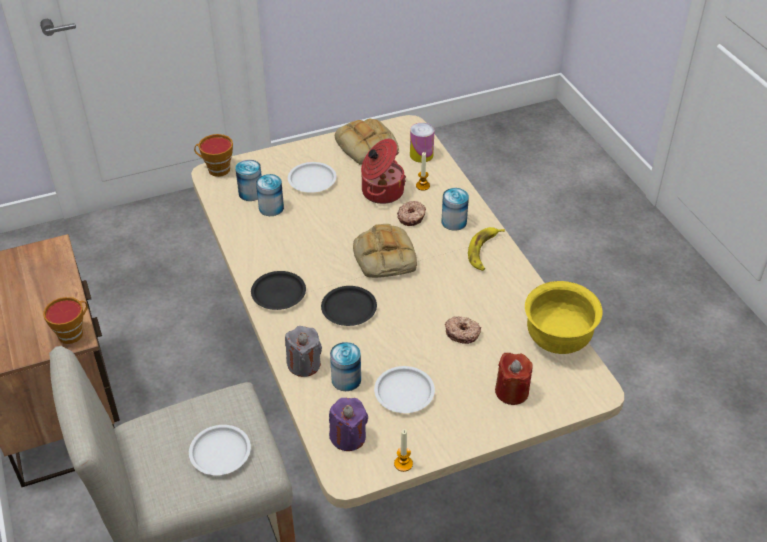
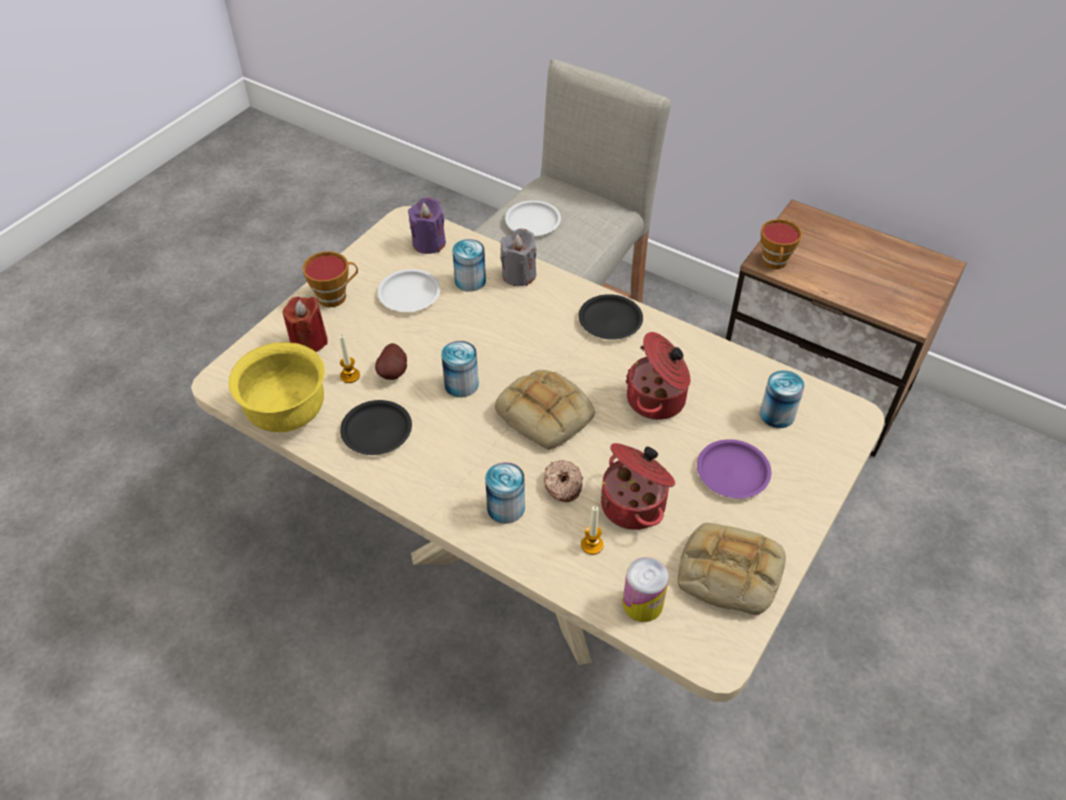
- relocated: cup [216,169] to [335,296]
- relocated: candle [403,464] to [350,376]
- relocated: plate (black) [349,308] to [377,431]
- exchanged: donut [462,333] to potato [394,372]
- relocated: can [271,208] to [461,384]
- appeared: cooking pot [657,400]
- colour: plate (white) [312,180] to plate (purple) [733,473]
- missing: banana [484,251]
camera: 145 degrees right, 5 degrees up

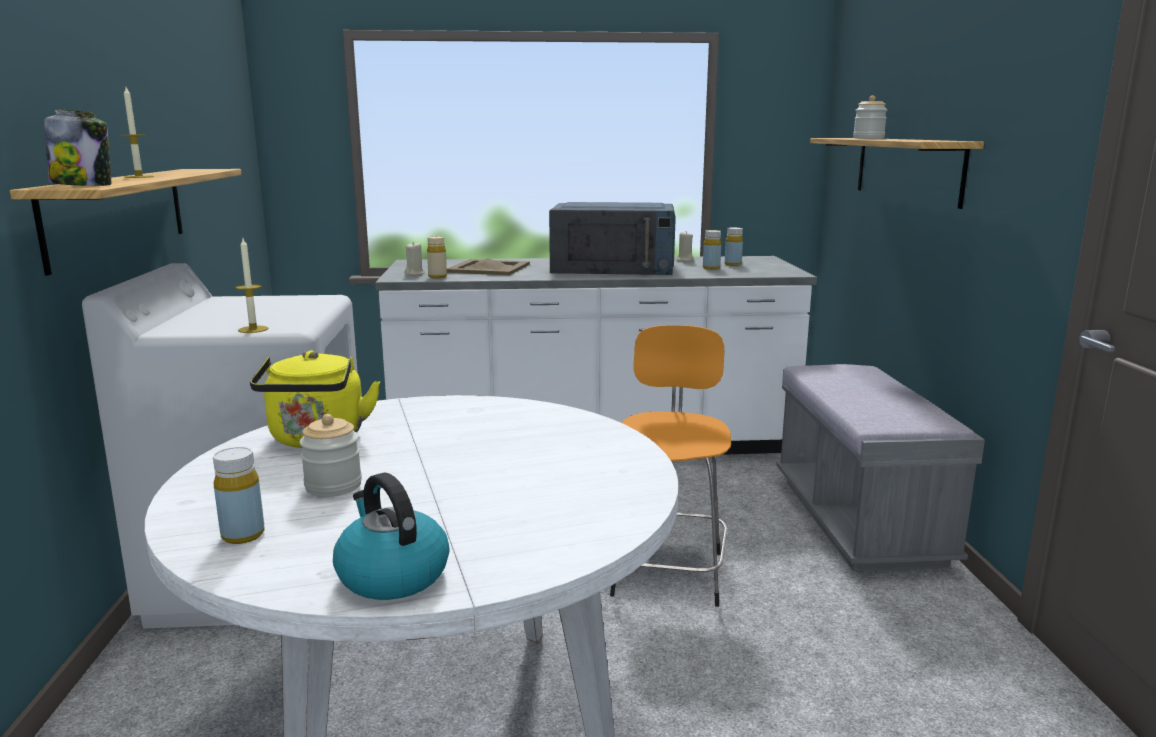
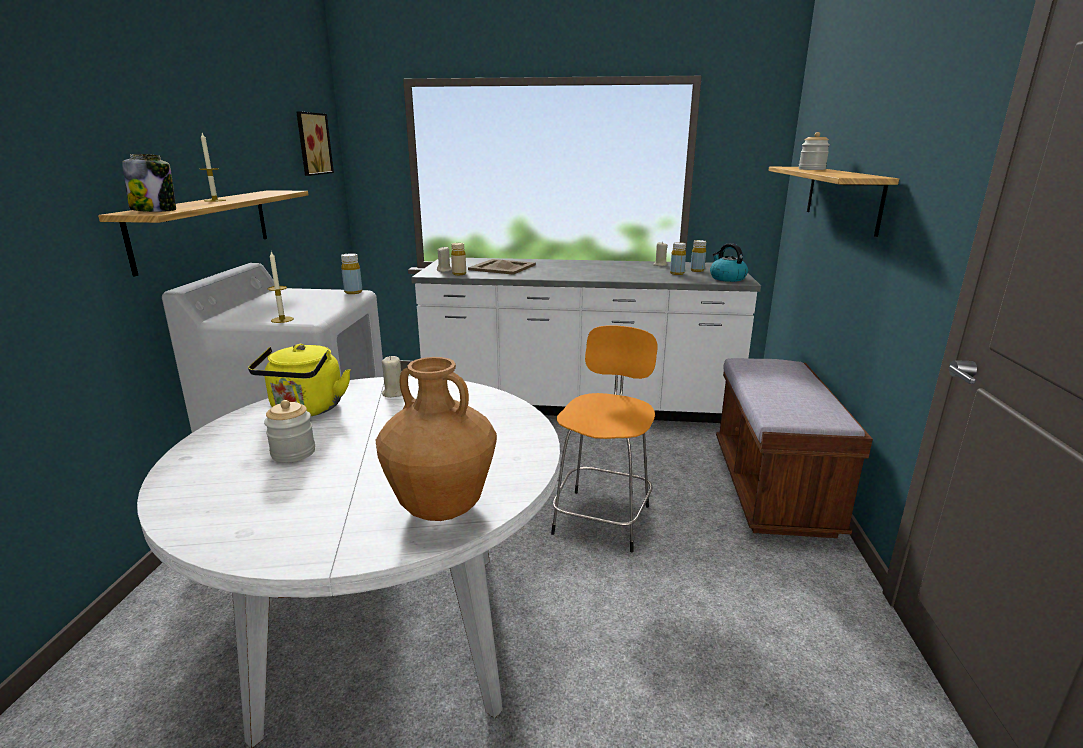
- appeared: picture [312,144]
- relocated: bottle (yellow) [243,535] to [353,292]
- appeared: vase (brown) [442,509]
- appeared: candle (beige) [393,393]
- relocated: kettle [391,575] to [727,278]
- colour: bench (grey) [859,521] to bench (brown) [772,488]
- missing: microwave (blue) [614,267]
camera: 10 degrees right, 5 degrees up

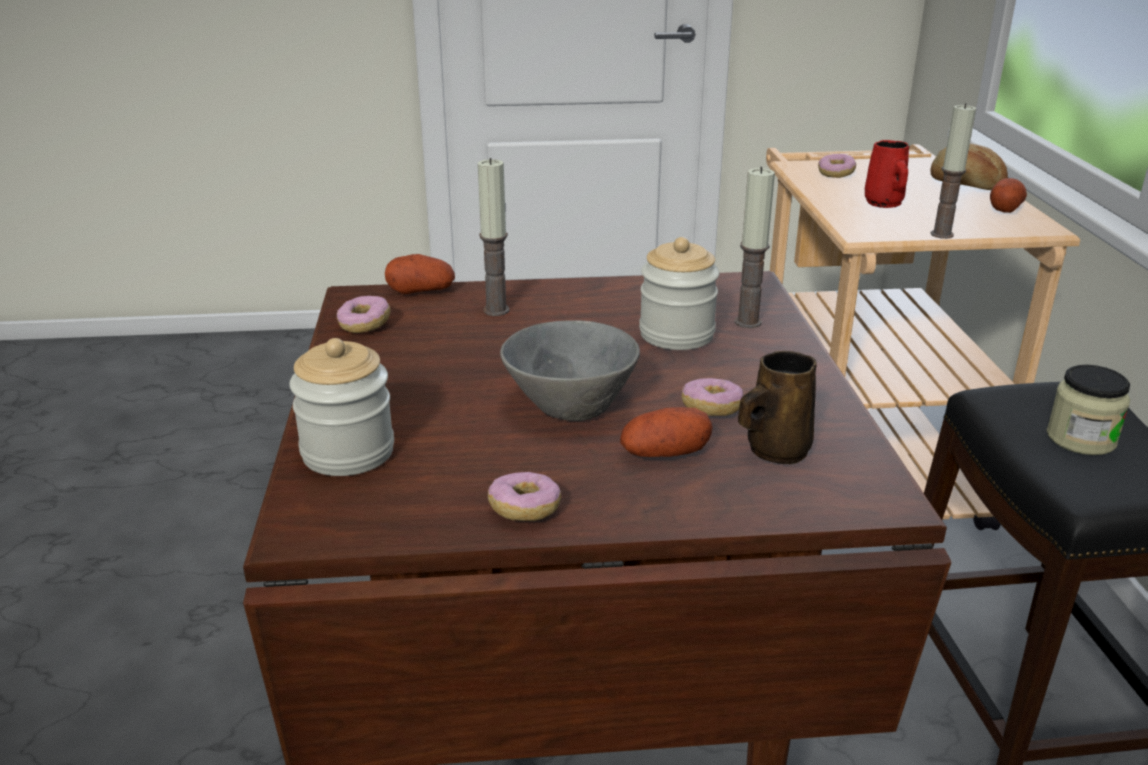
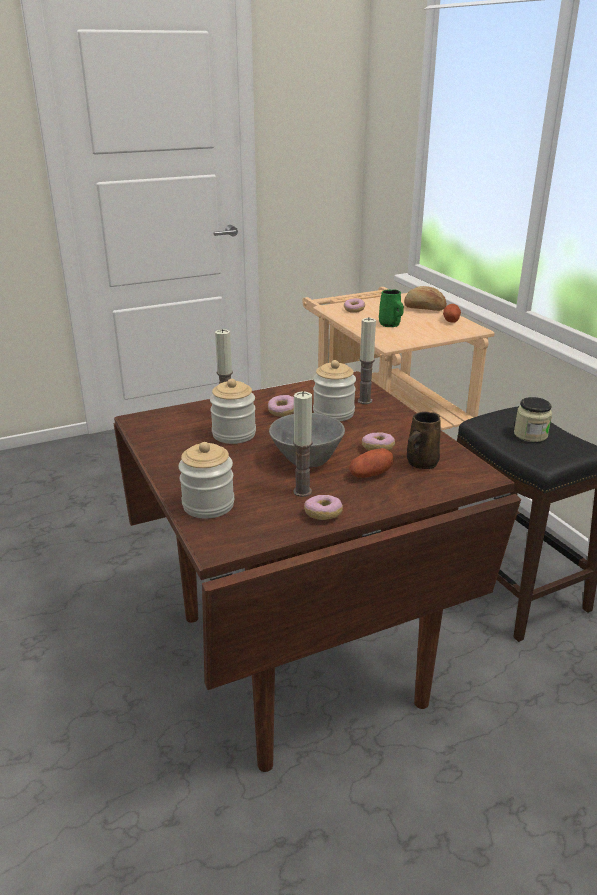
- appeared: jar [234,434]
- relocated: donut [364,325] to [282,411]
- relocated: candle [941,234] to [302,491]
- colour: mug (red) [884,204] to mug (green) [390,325]
- missing: potato [421,291]
camera: 20 degrees left, 0 degrees up

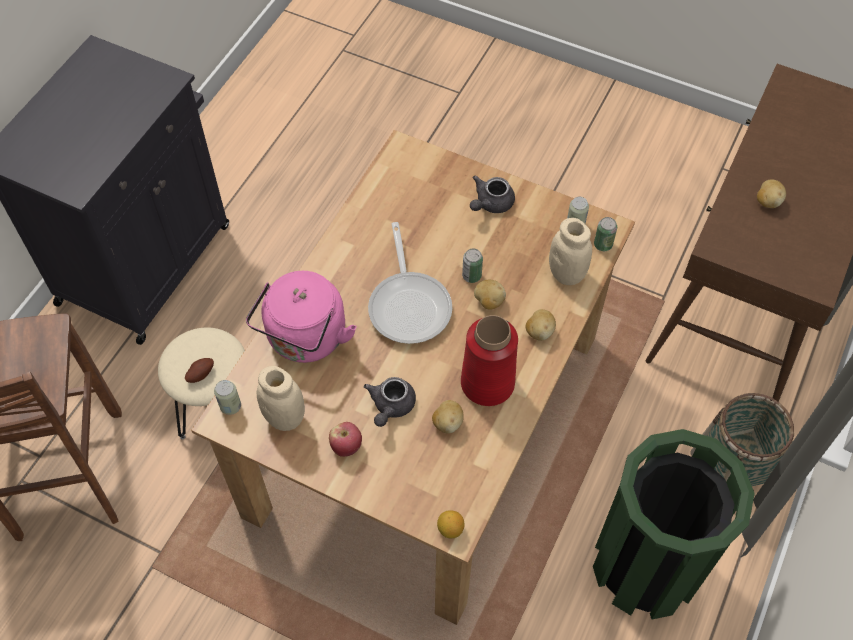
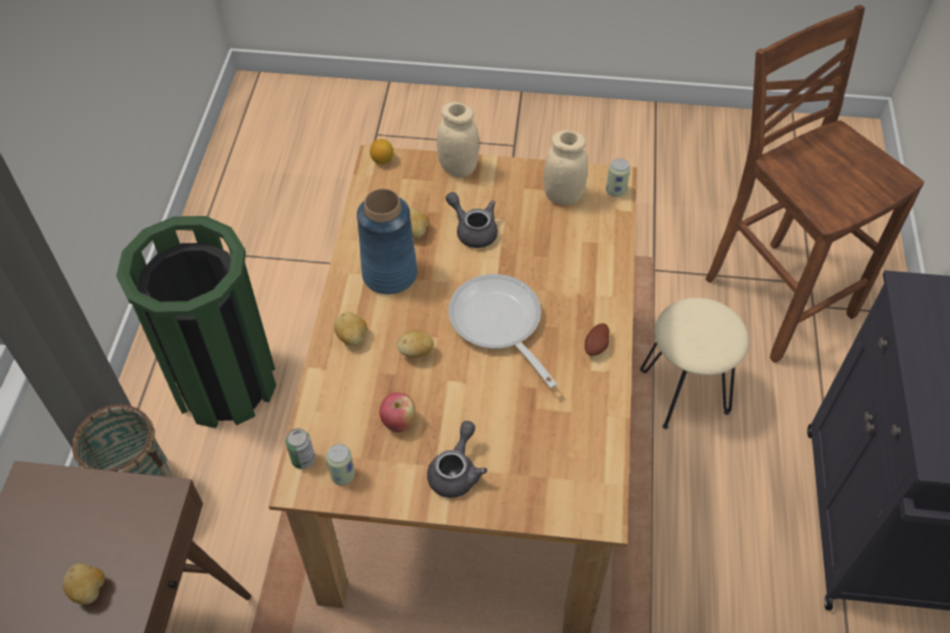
- colour: vase (red) [487,383] to vase (blue) [390,274]
- relocated: apple [346,446] to [398,422]
- relocated: jar (beige) [566,274] to [458,168]
- spun: teapot (grey) [391,406] = [473,230] 45 degrees counterclockwise
- relocated: potato [200,374] to [596,346]
- missing: kettle (pink) [305,340]
- missing: can [471,276]
camera: 160 degrees right, 5 degrees down

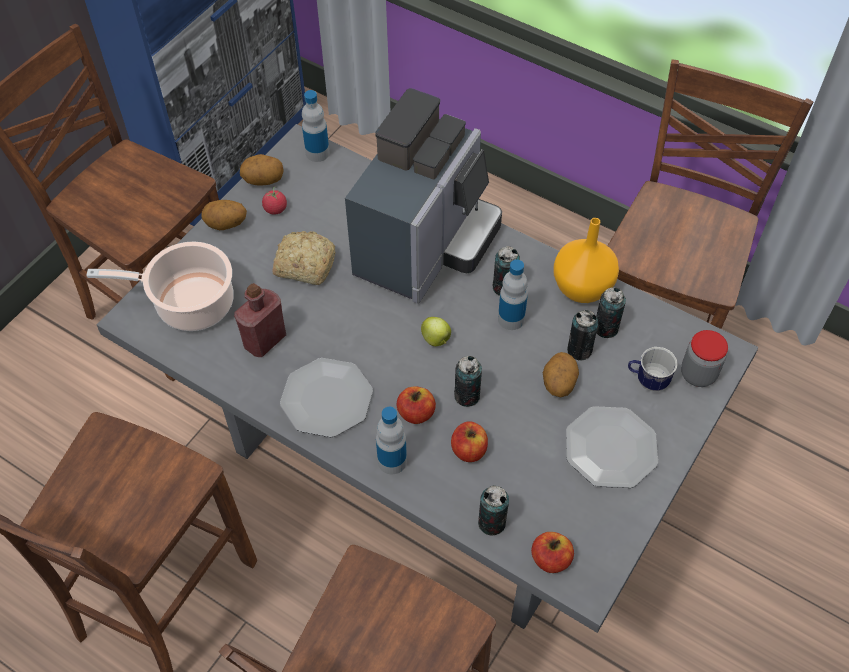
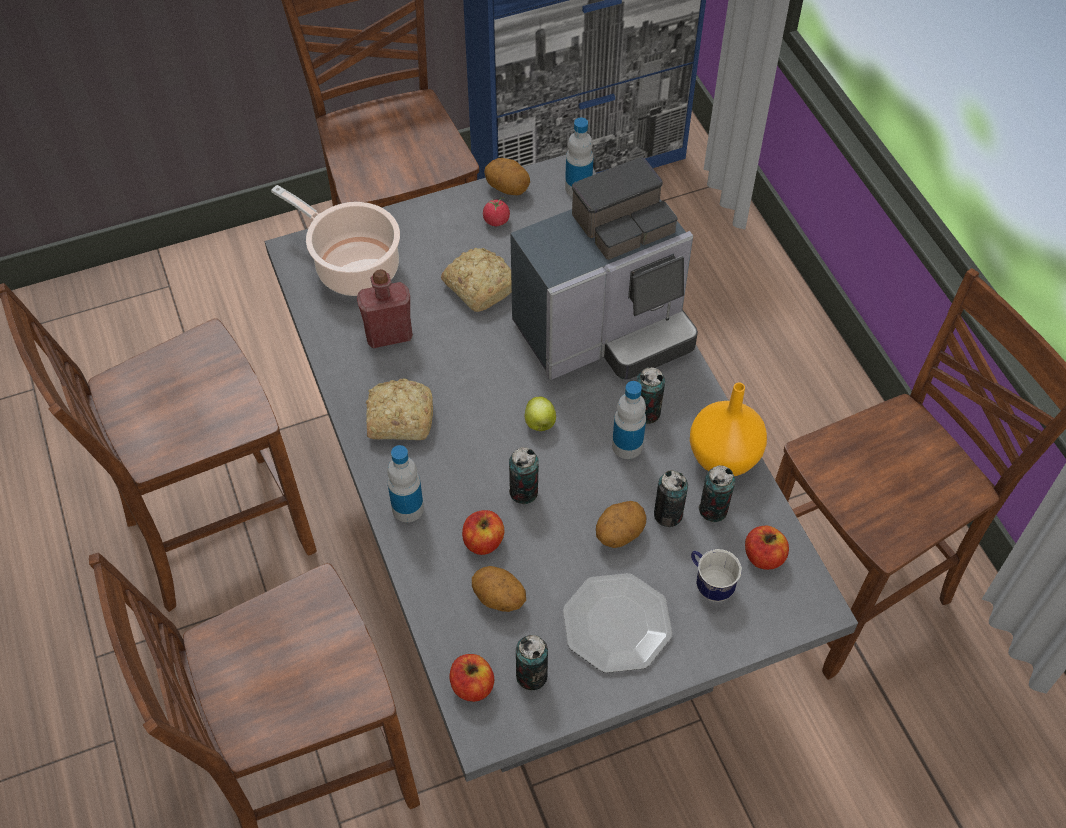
- exchanged: plate [326,398] to bread [398,418]
- relocated: potato [226,225] to [498,599]
- relocated: can [491,523] to [531,676]
- relocated: apple [416,413] to [763,557]
- missing: jar [698,374]
camera: 35 degrees right, 0 degrees up

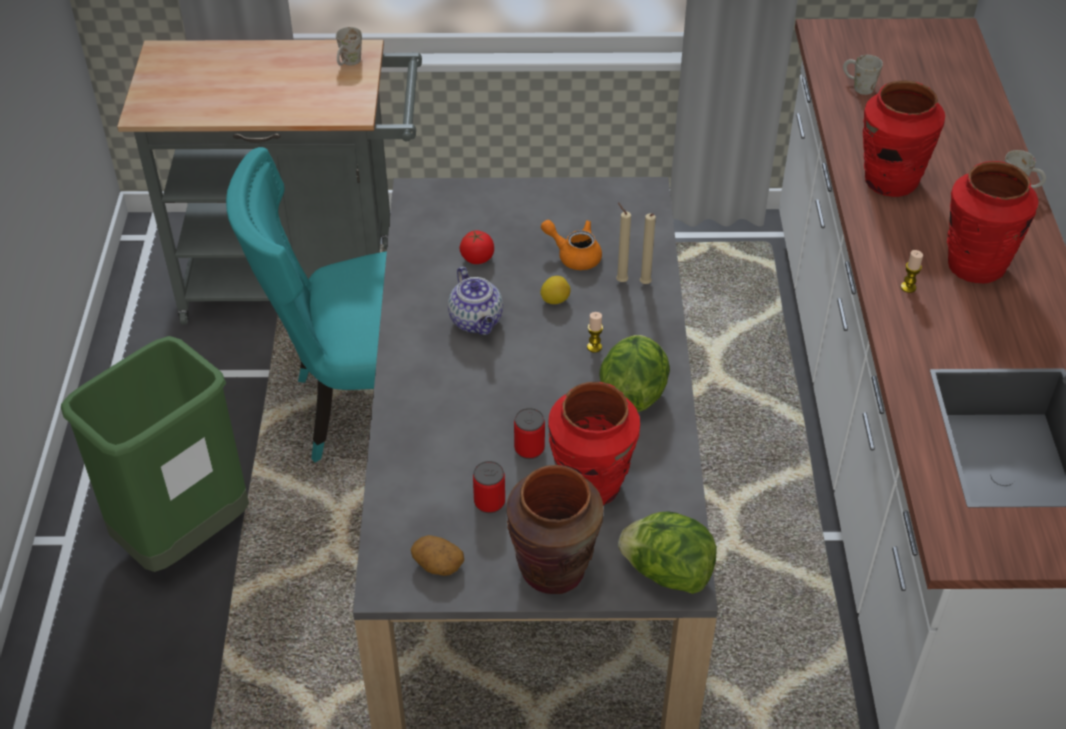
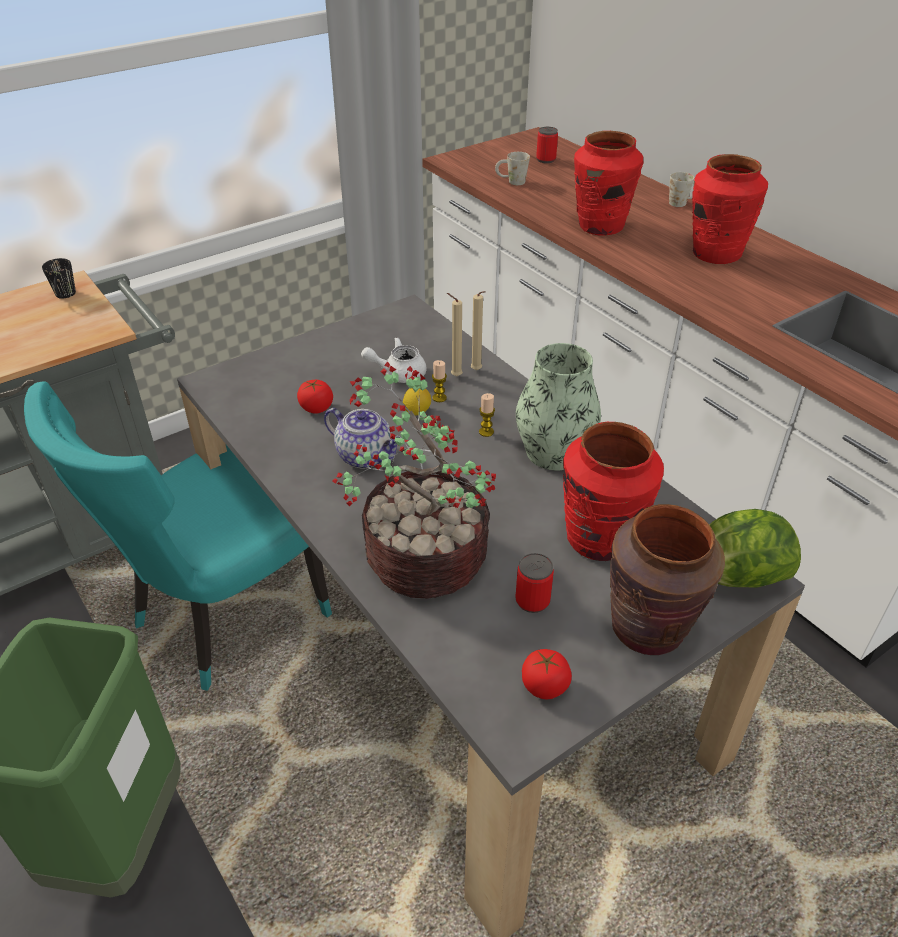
- colour: mug (white) [348,63] to mug (black) [65,297]
- appeared: potted plant [422,557]
- colour: teapot (orange) [574,255] to teapot (white) [398,373]
- relocated: candle [908,287] to [439,398]
- exchanged: lettuce [632,393] to vase [554,452]
- exchanged: potato [437,564] to tomato [545,685]
- relocated: can [529,449] to [546,159]
camera: 35 degrees left, 5 degrees down

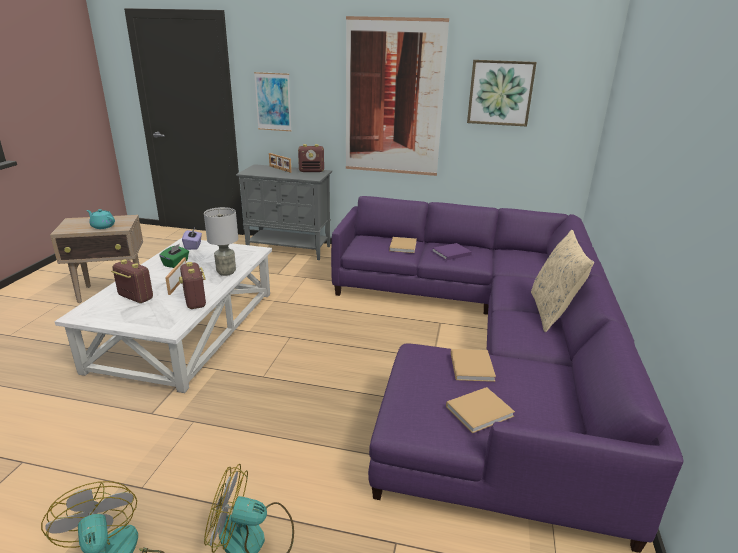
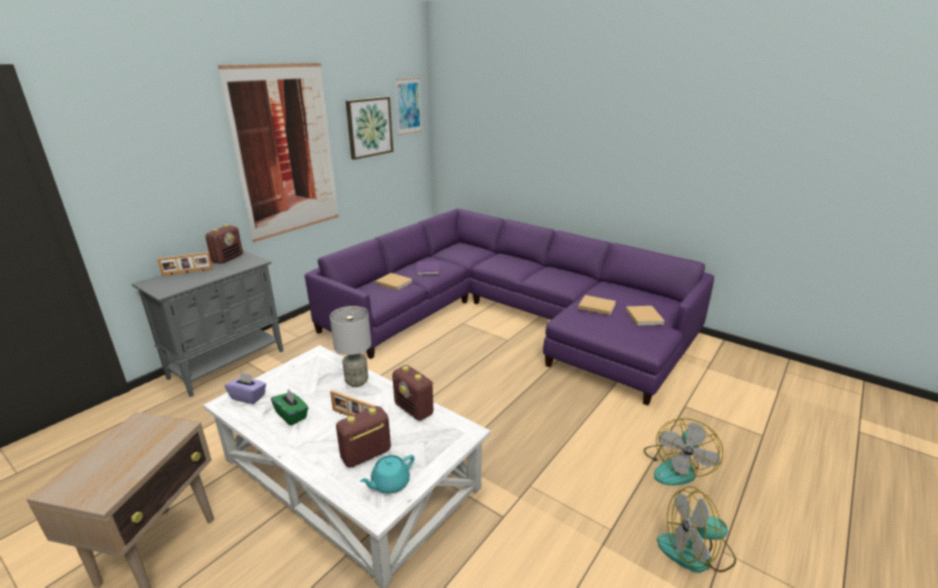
- relocated: teapot (turquoise) [102,226] to [389,483]
- spun: radio [195,302] = [414,409] 45 degrees clockwise
- relocated: picture [273,102] to [408,106]
- missing: pillow (beige) [552,312]
camera: 65 degrees left, 0 degrees up

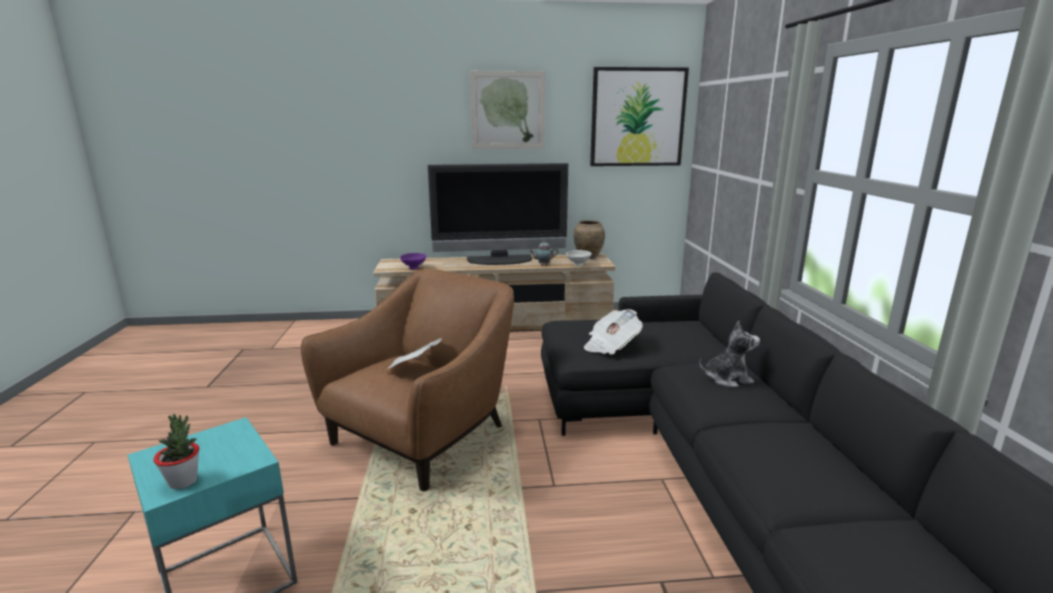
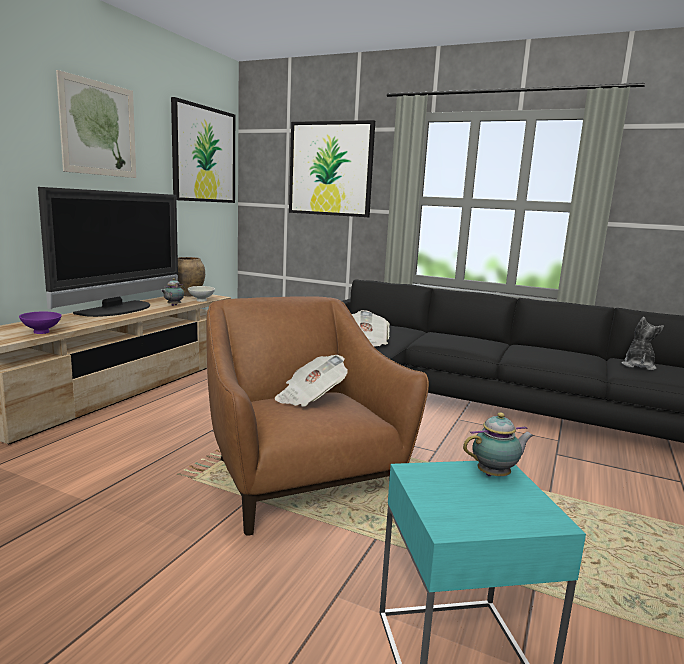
- appeared: picture [330,169]
- appeared: teapot [495,475]
- relocated: plush toy [727,378] to [638,366]
- missing: potted plant [183,481]
camera: 60 degrees left, 5 degrees down

